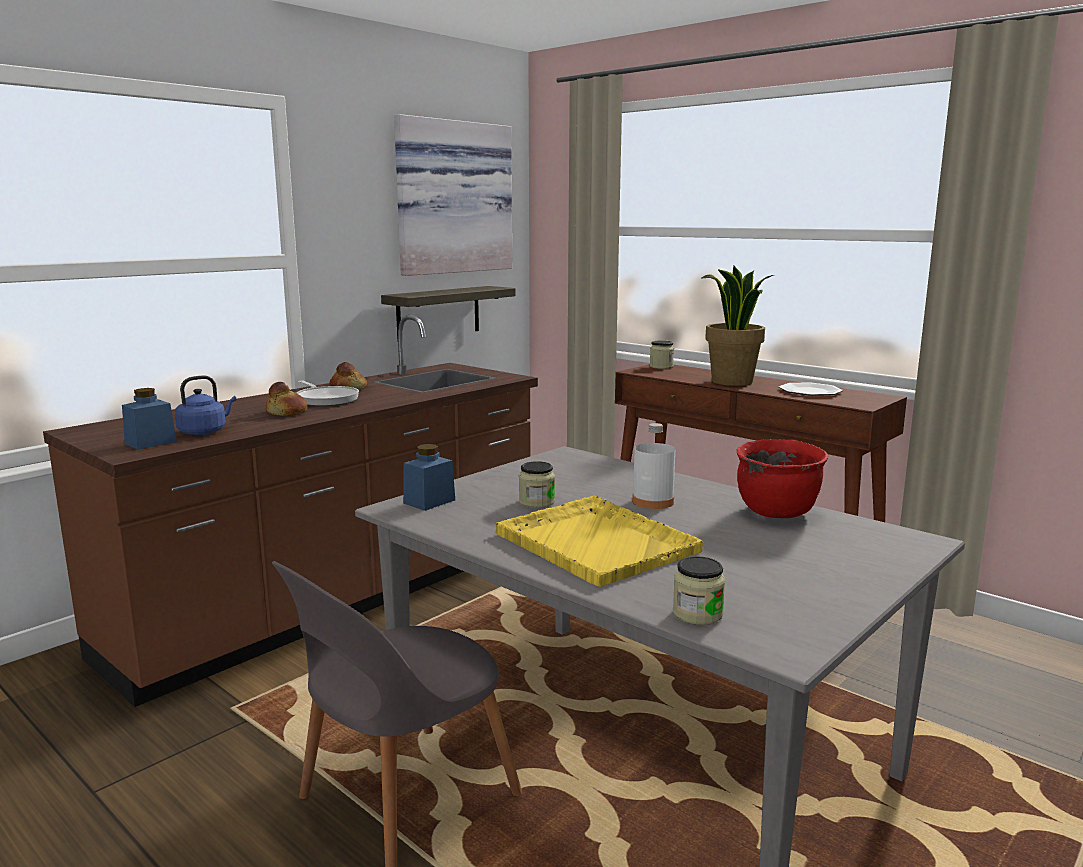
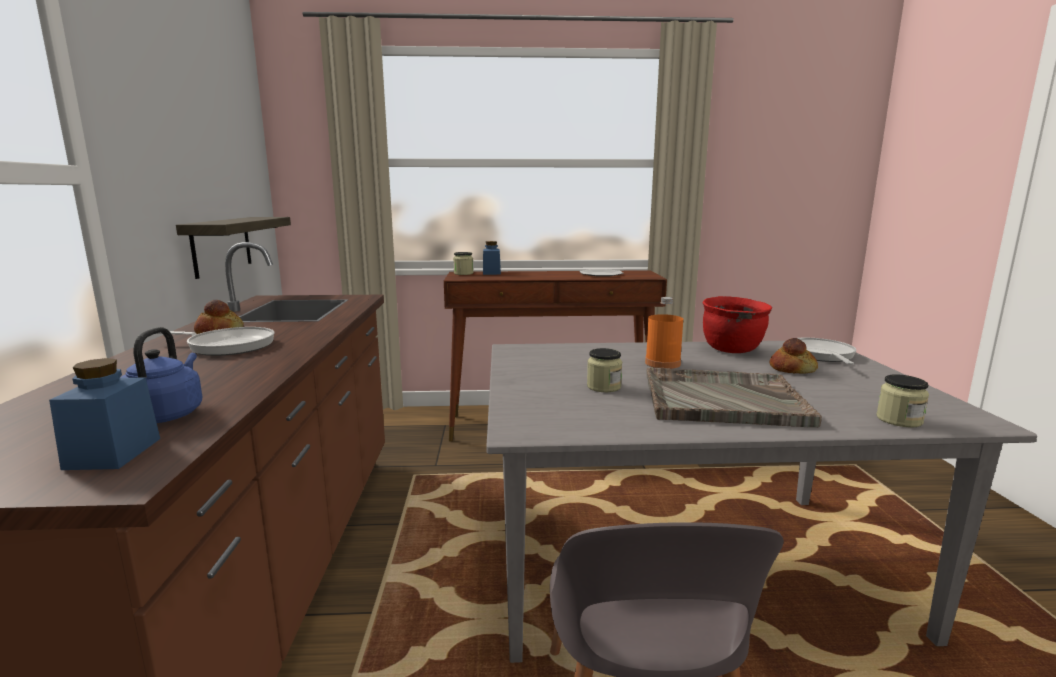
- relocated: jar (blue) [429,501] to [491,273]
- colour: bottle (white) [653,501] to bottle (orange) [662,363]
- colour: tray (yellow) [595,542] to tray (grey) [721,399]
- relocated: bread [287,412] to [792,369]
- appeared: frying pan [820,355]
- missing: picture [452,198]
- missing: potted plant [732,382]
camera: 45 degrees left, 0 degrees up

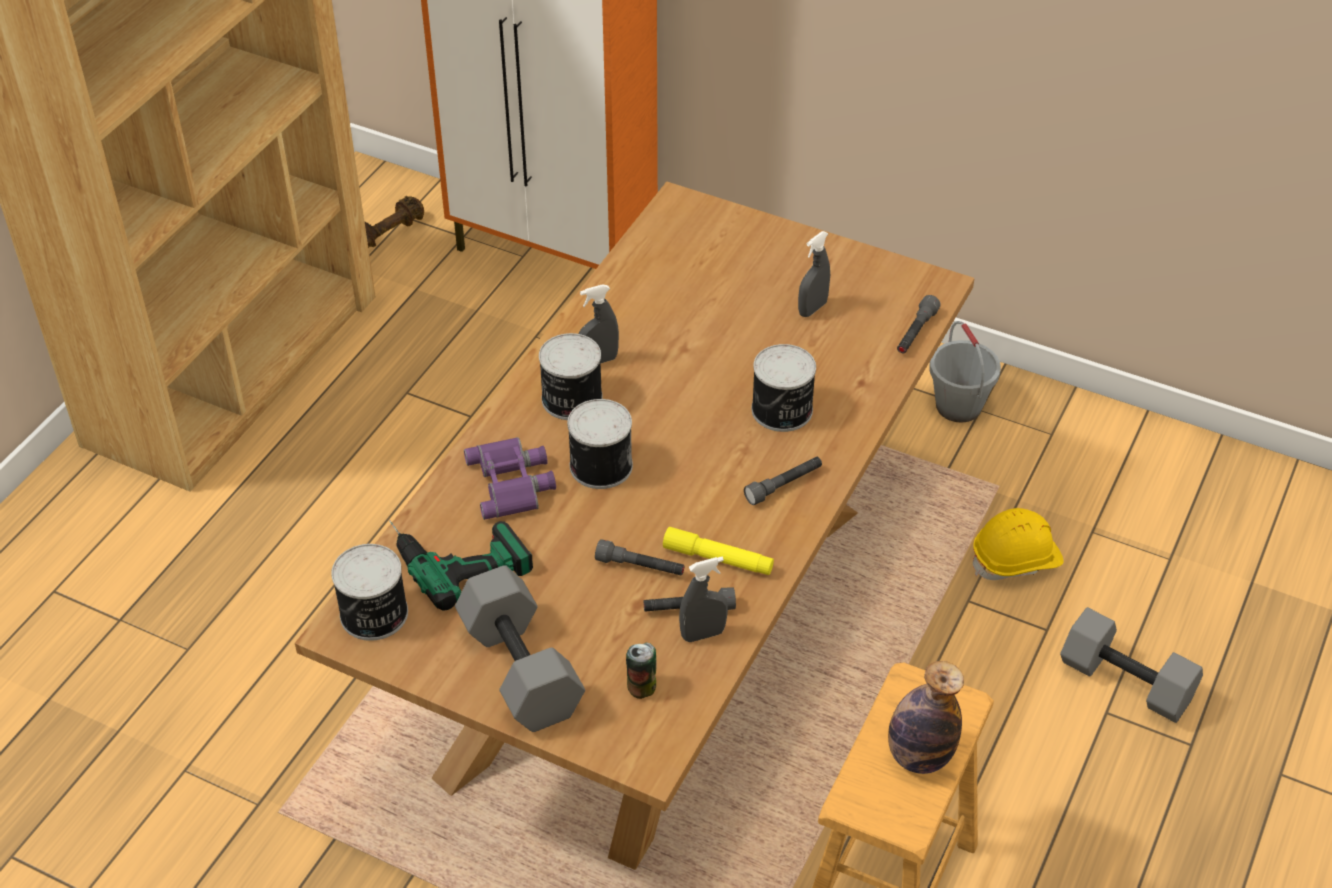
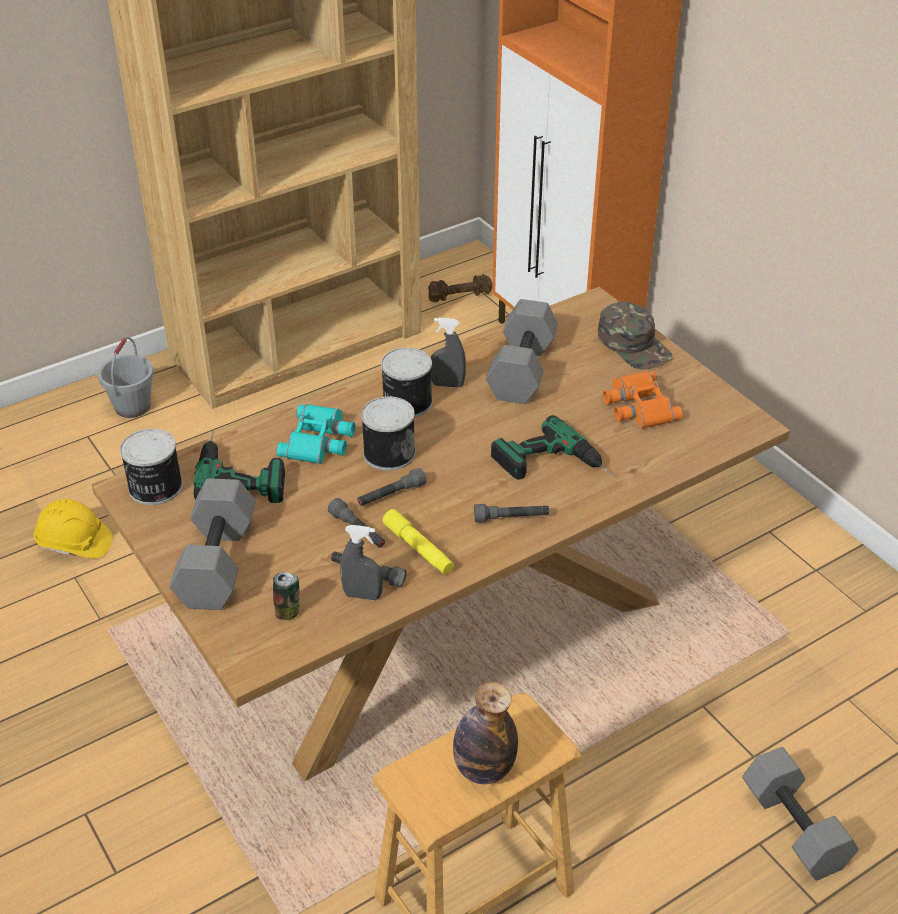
- relocated: hard hat (yellow) [1016,560] to [74,543]
- relocated: bucket (grey) [958,406] to [132,406]
- colour: binoculars (purple) [513,482] to binoculars (turquoise) [319,440]
- relocated: flashlight (grey) [915,333] to [391,495]
- appeared: dumbbell (grey) [520,369]
- exchanged: can [782,411] to power drill [554,467]
- appeared: cap (green) [634,344]
- exchanged: spray bottle (grey) [812,309] to binoculars (orange) [637,406]
camera: 30 degrees right, 5 degrees down

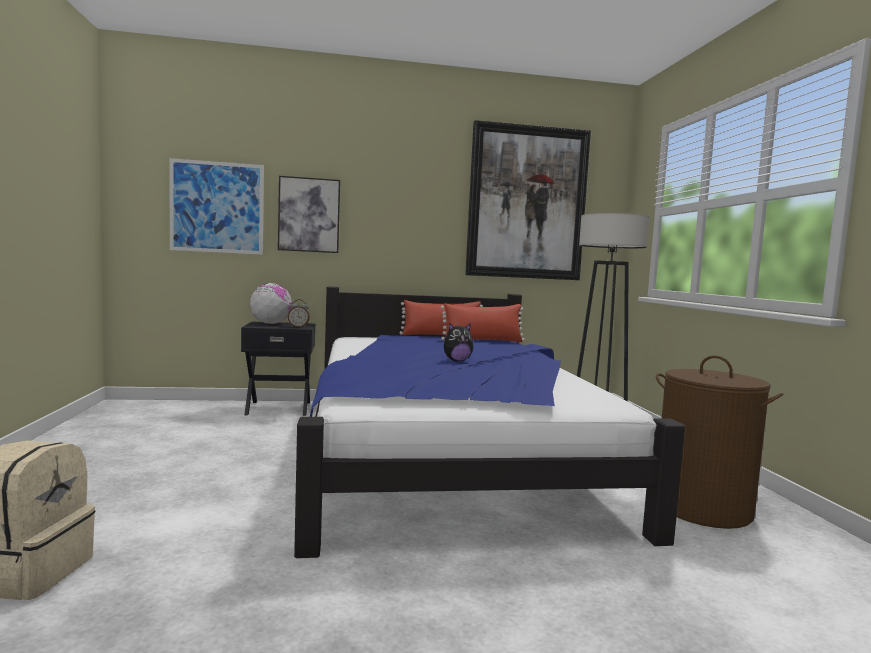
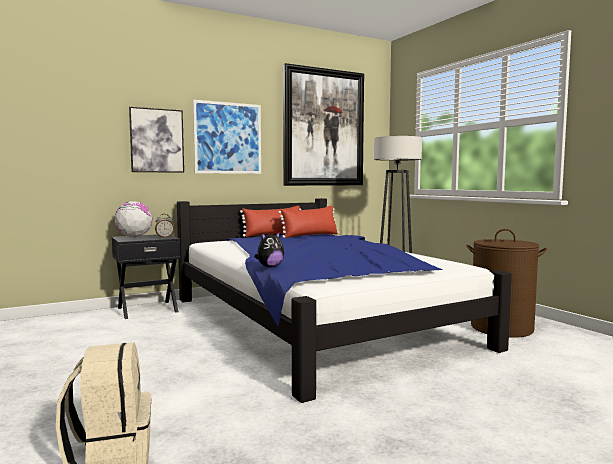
- relocated: picture [217,207] to [228,138]
- relocated: plush toy [457,361] to [269,267]
camera: 20 degrees left, 0 degrees up

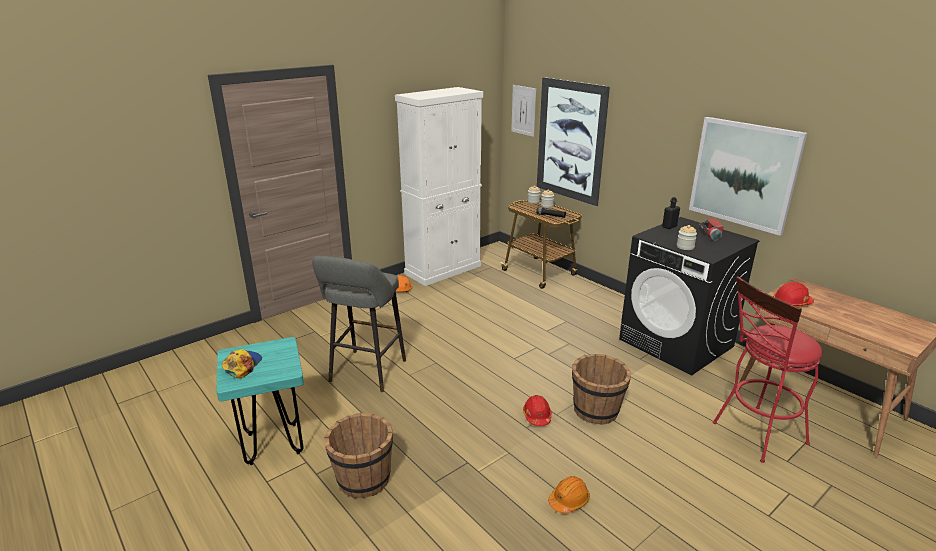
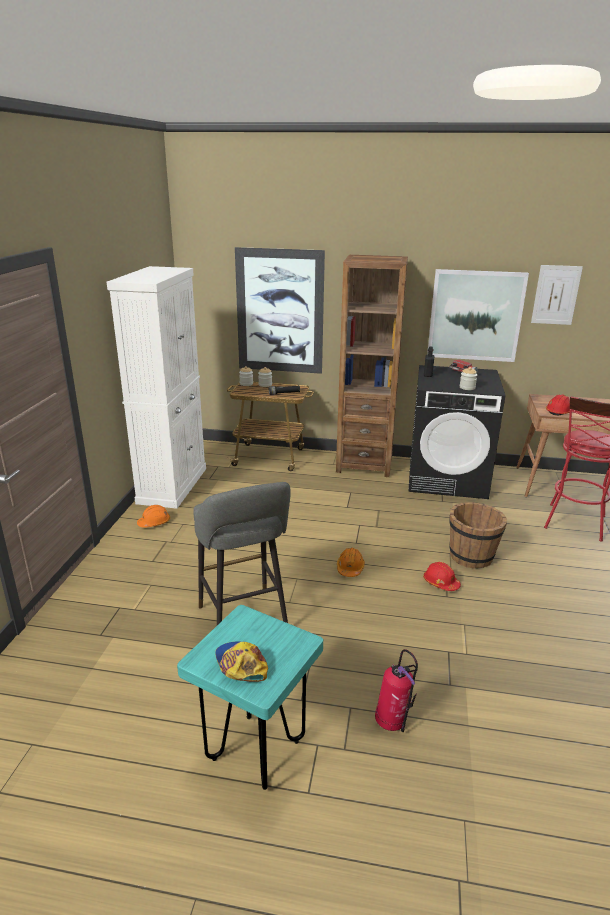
- appeared: bookcase (brown) [364,465]
- relocated: hard hat (orange) [569,500] to [350,568]
- exchanged: bucket (brown) [363,479] to fire extinguisher [393,723]
- relocated: picture [523,110] to [556,295]
camera: 40 degrees left, 0 degrees up

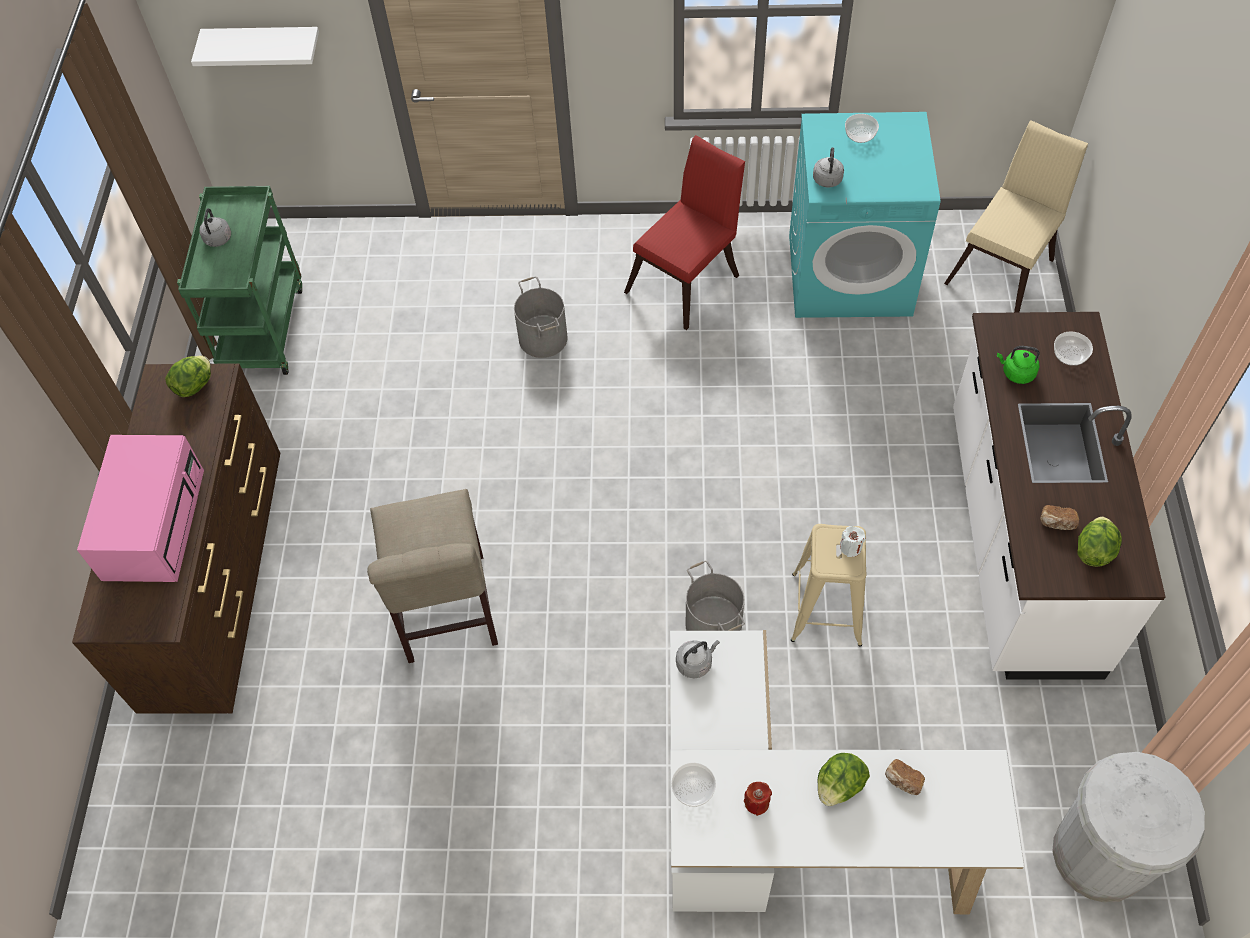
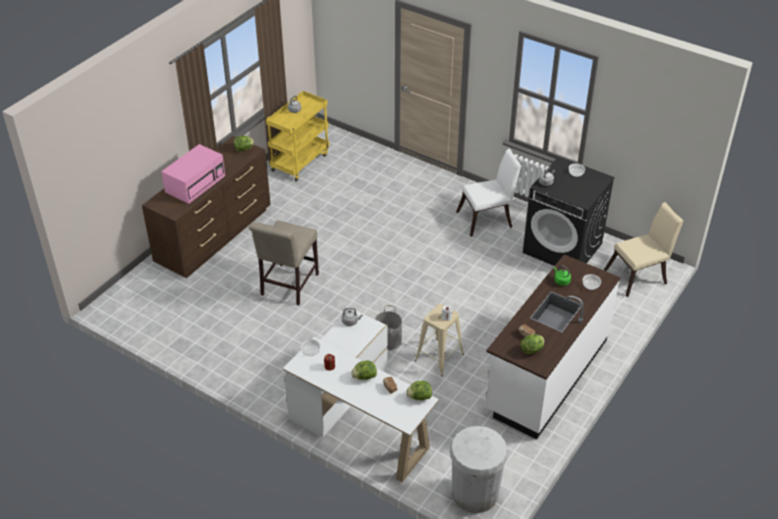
- colour: cart (green) [262,328] to cart (yellow) [300,162]
- appeared: lettuce [419,397]
- colour: chair (red) [688,280] to chair (white) [488,219]
- colour: washing machine (turquoise) [850,274] to washing machine (black) [563,248]
- missing: shelf (white) [264,45]
- missing: bucket (grey) [542,338]
camera: 30 degrees right, 15 degrees down

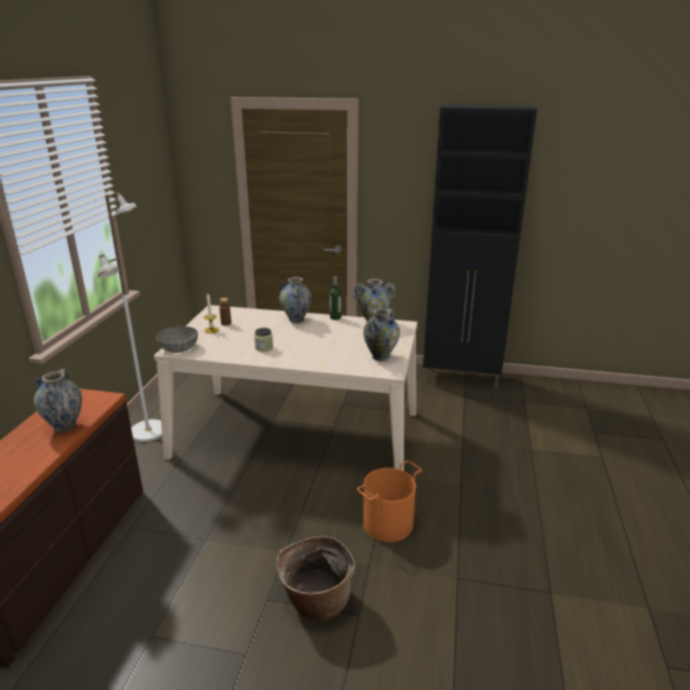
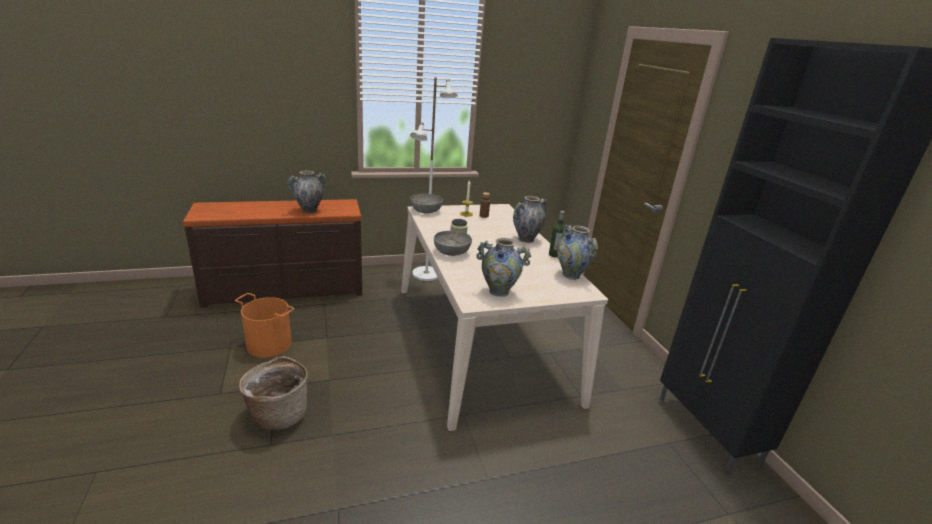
- relocated: bucket (orange) [388,524] to [268,344]
- appeared: bowl (grey) [451,251]
camera: 60 degrees right, 0 degrees up

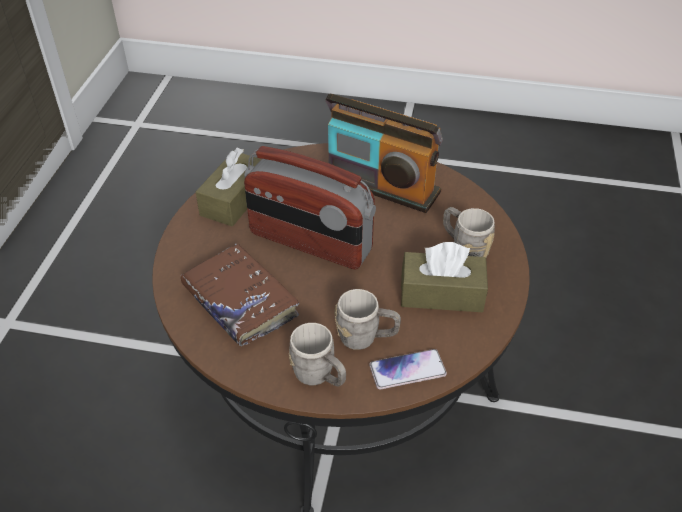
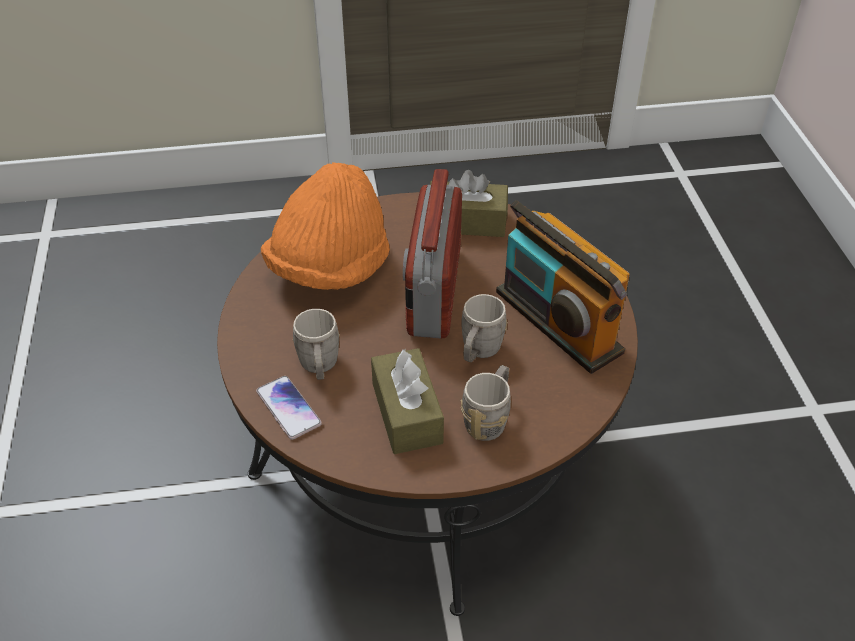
- exchanged: book (brown) [240,302] to hat (orange) [330,268]
- relocated: mug (grey) [319,376] to [478,351]
- spun: radio [380,185] = [557,322] 45 degrees counterclockwise
camera: 70 degrees right, 0 degrees up

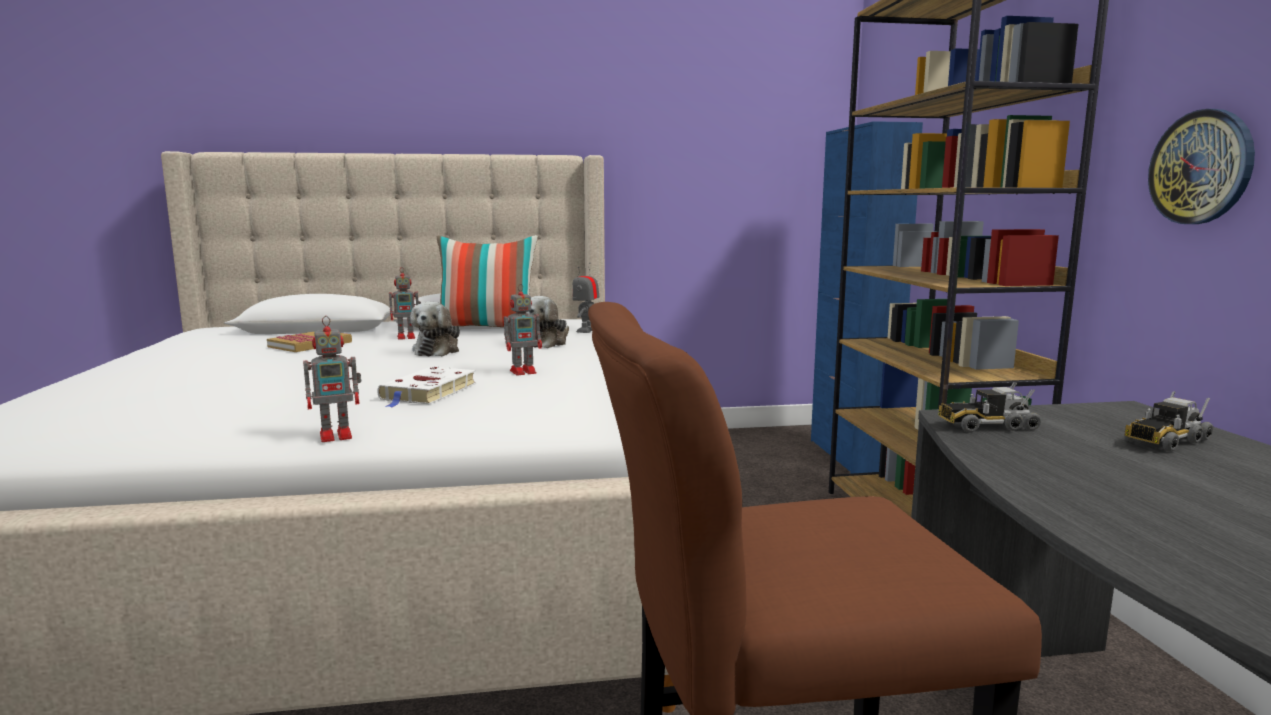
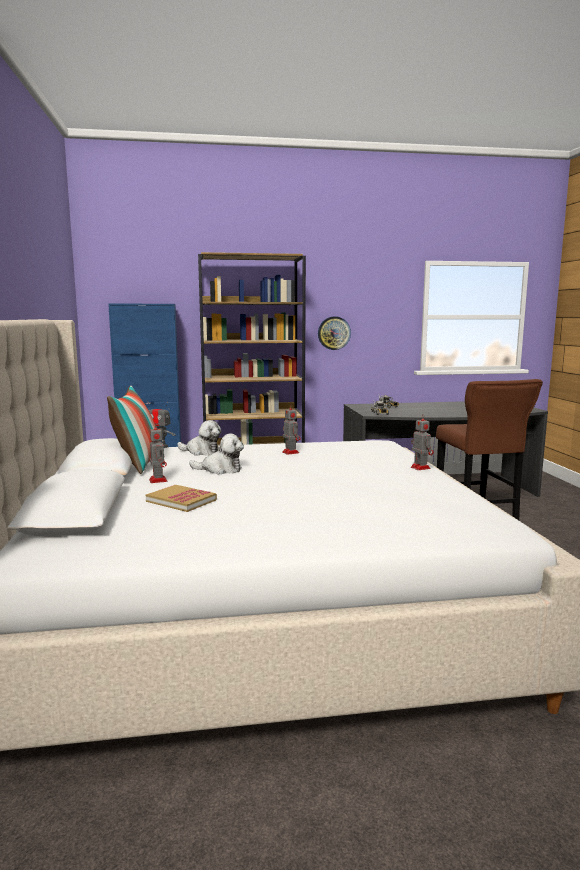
- missing: book (white) [428,392]
camera: 90 degrees left, 0 degrees up

